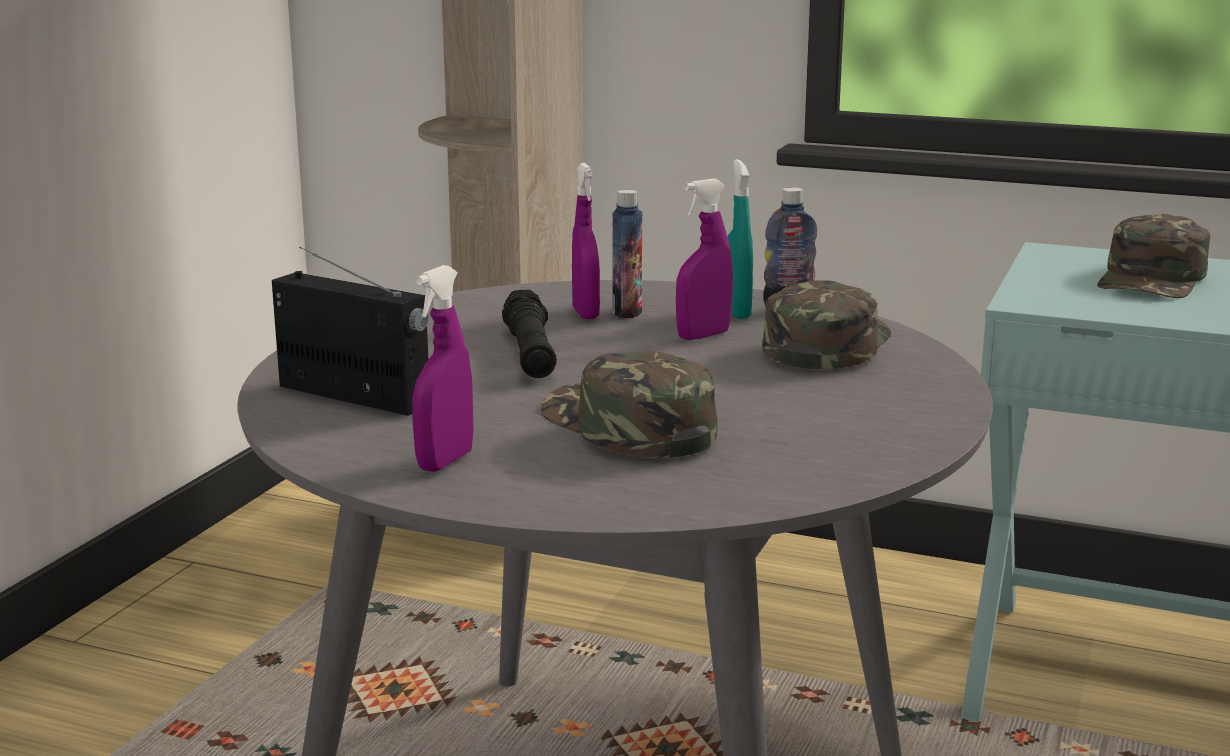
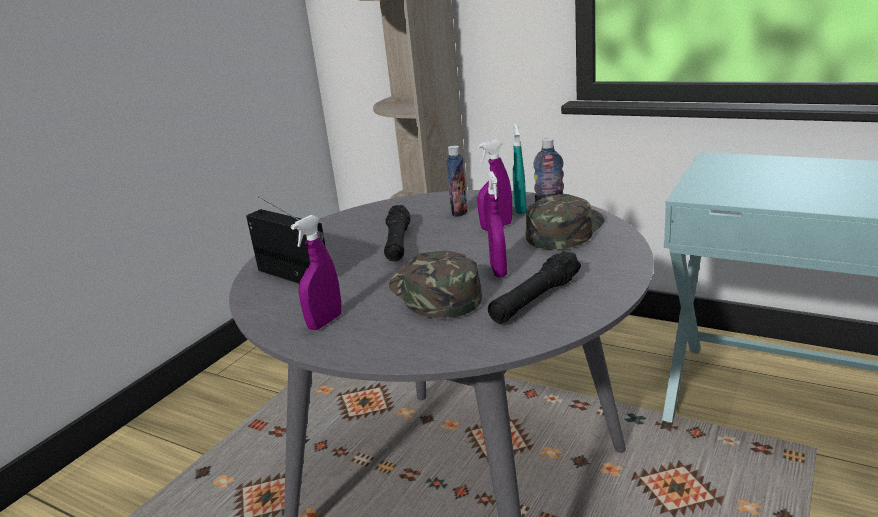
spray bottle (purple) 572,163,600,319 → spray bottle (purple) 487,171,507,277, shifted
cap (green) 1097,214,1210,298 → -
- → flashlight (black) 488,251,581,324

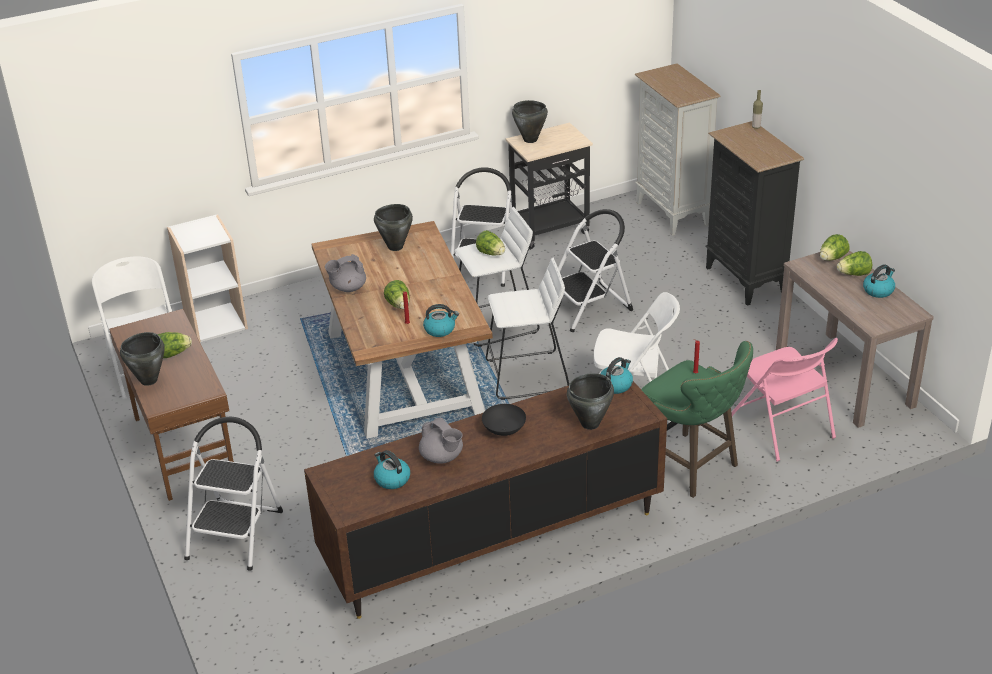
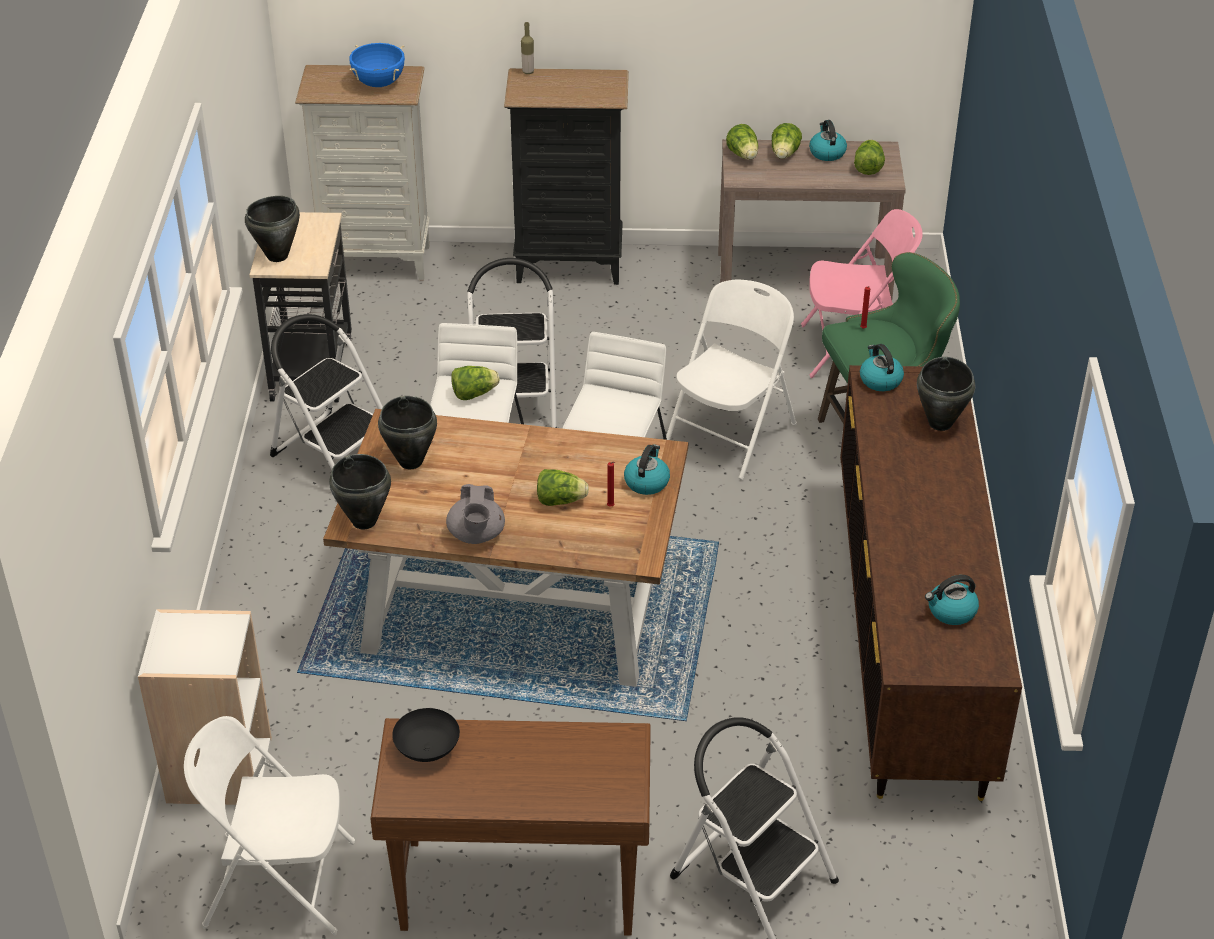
cooking pot (black) 120,332,165,386 → cooking pot (black) 329,454,391,529, shifted
lettuce 157,332,192,358 → lettuce 854,140,885,175, shifted
teapot (grey) 419,418,463,464 → -
bowl (black) 482,404,526,436 → bowl (black) 392,708,460,762, shifted
- → cooking pot (blue) 349,43,405,87

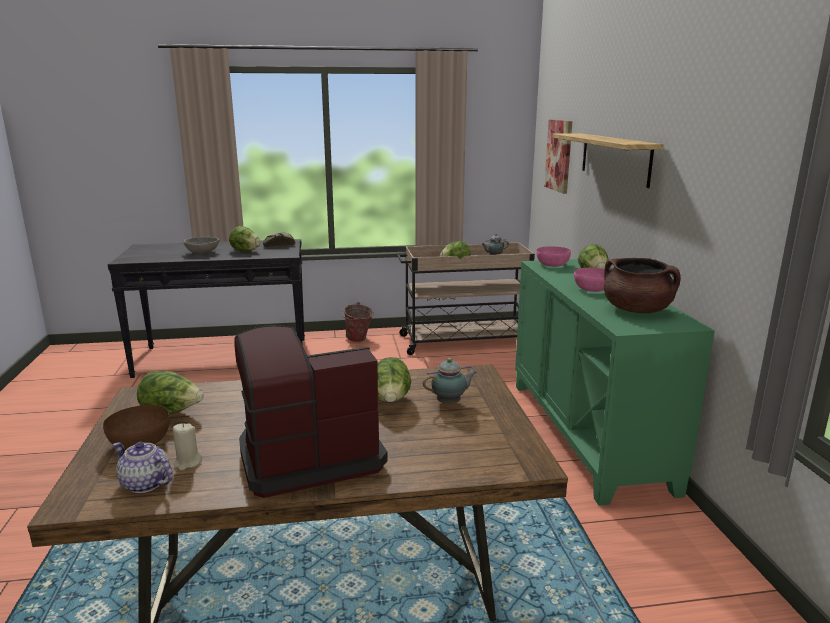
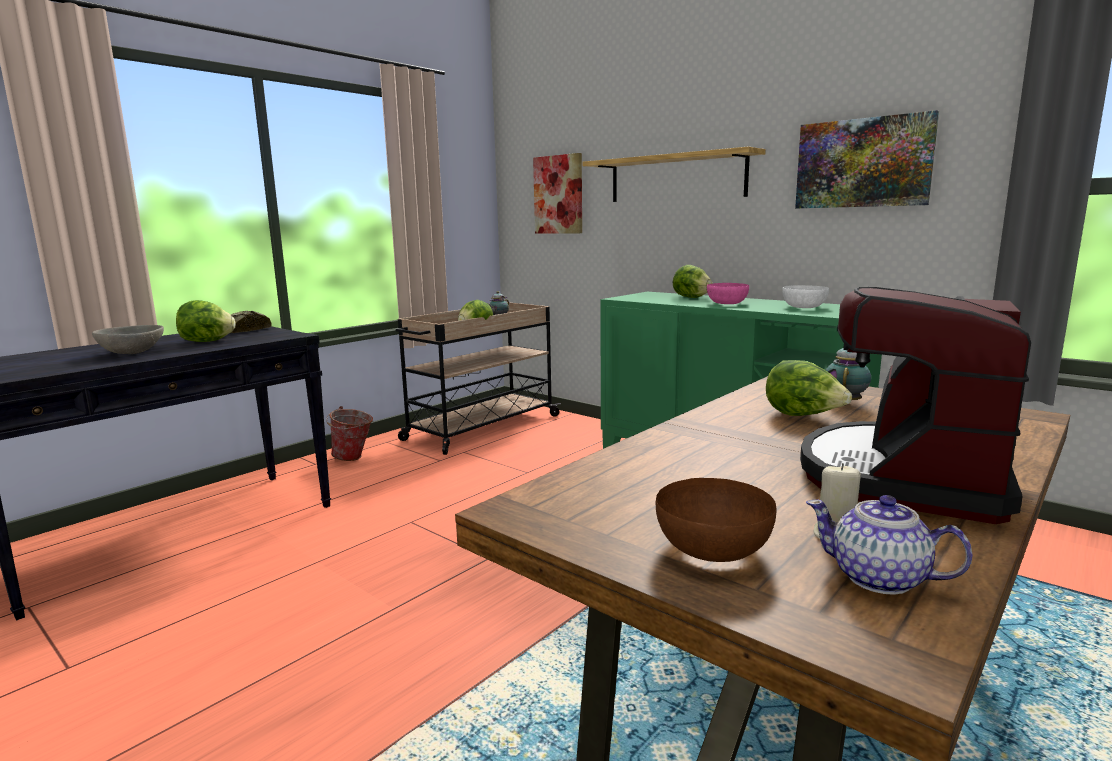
teapot 113,442,173,493 → teapot 806,495,973,595, 45 degrees clockwise
lettuce 137,371,204,414 → -
bowl (pink) 536,246,571,267 → -
cooking pot (brown) 604,258,681,313 → bowl (white) 782,285,829,308
- → picture 795,110,939,208

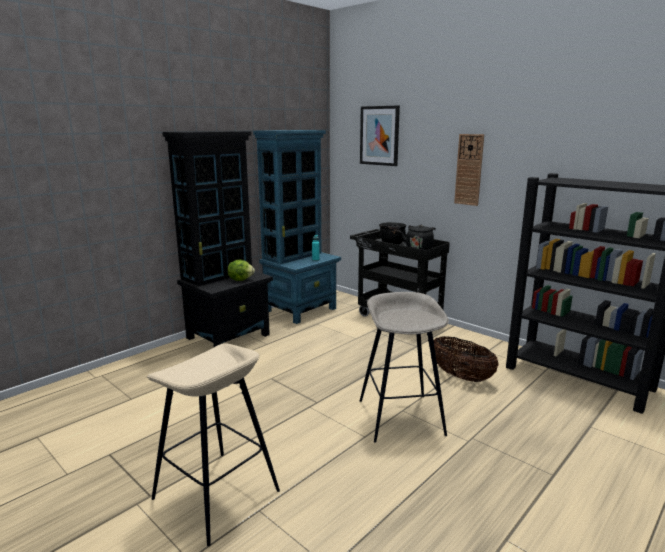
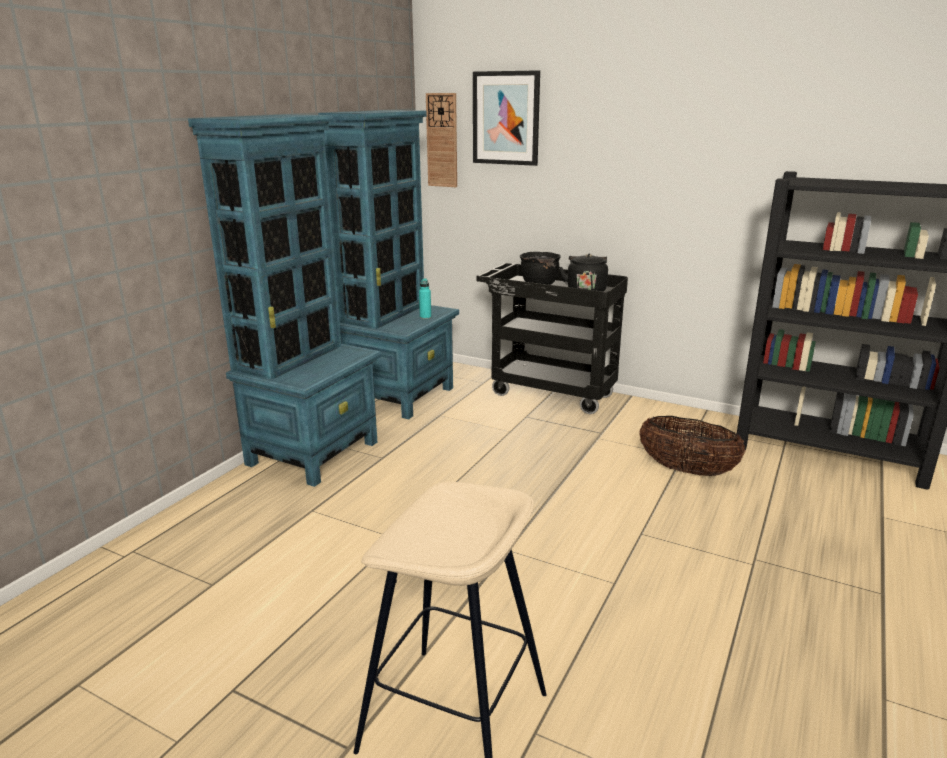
cabinet (black) 162,131,273,347 → cabinet (blue) 188,114,381,487
lettuce 227,260,255,281 → -
stool (grey) 360,292,449,442 → -
wall clock 454,134,484,206 → wall clock 426,93,457,187, shifted

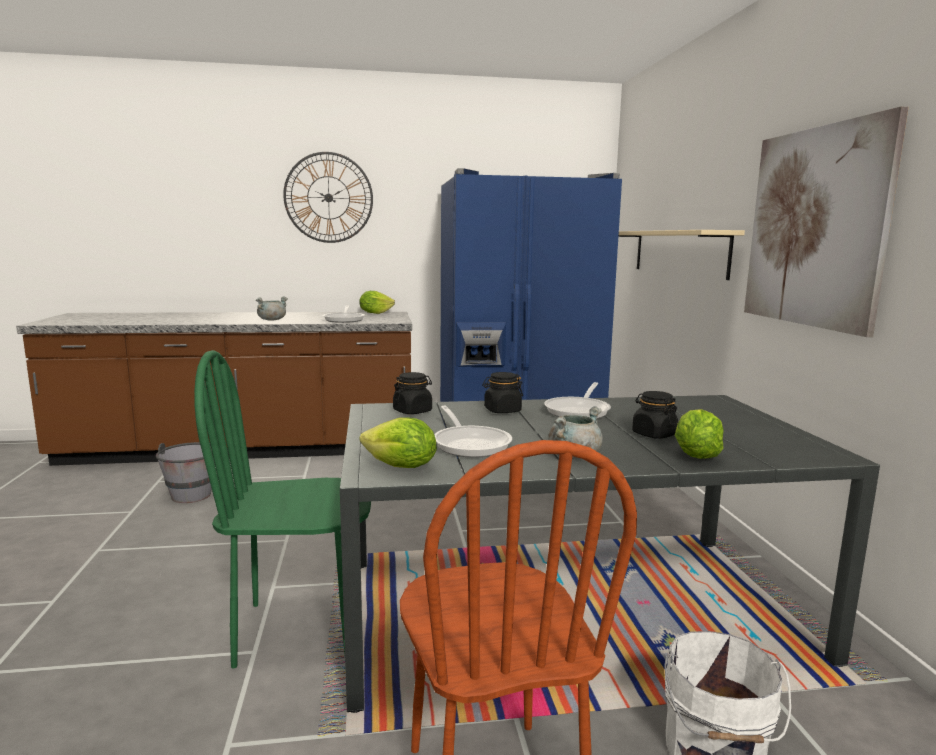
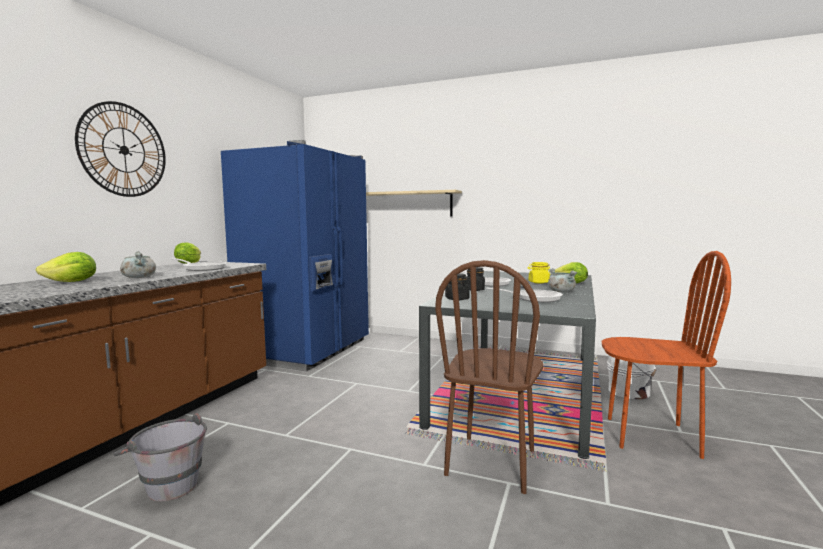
chair (green) 194,350,371,669 → chair (brown) 435,260,544,494
lettuce 360,417,437,468 → lettuce 36,252,96,282, shifted
jar (black) 632,391,678,439 → jar (yellow) 528,262,551,283
picture 744,106,908,337 → -

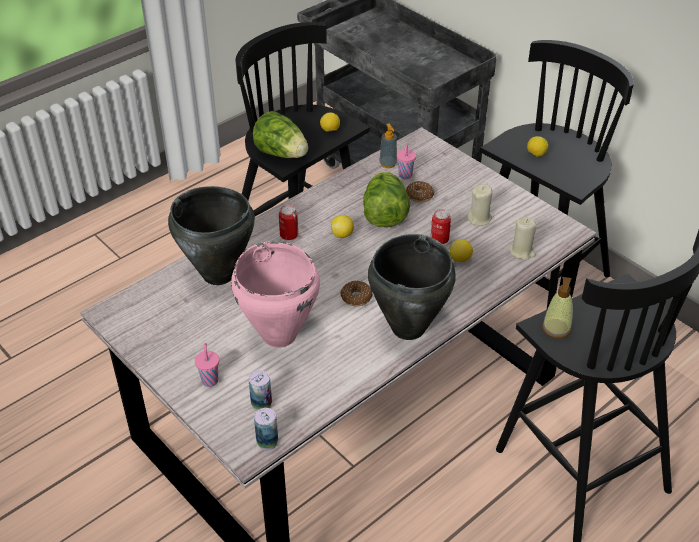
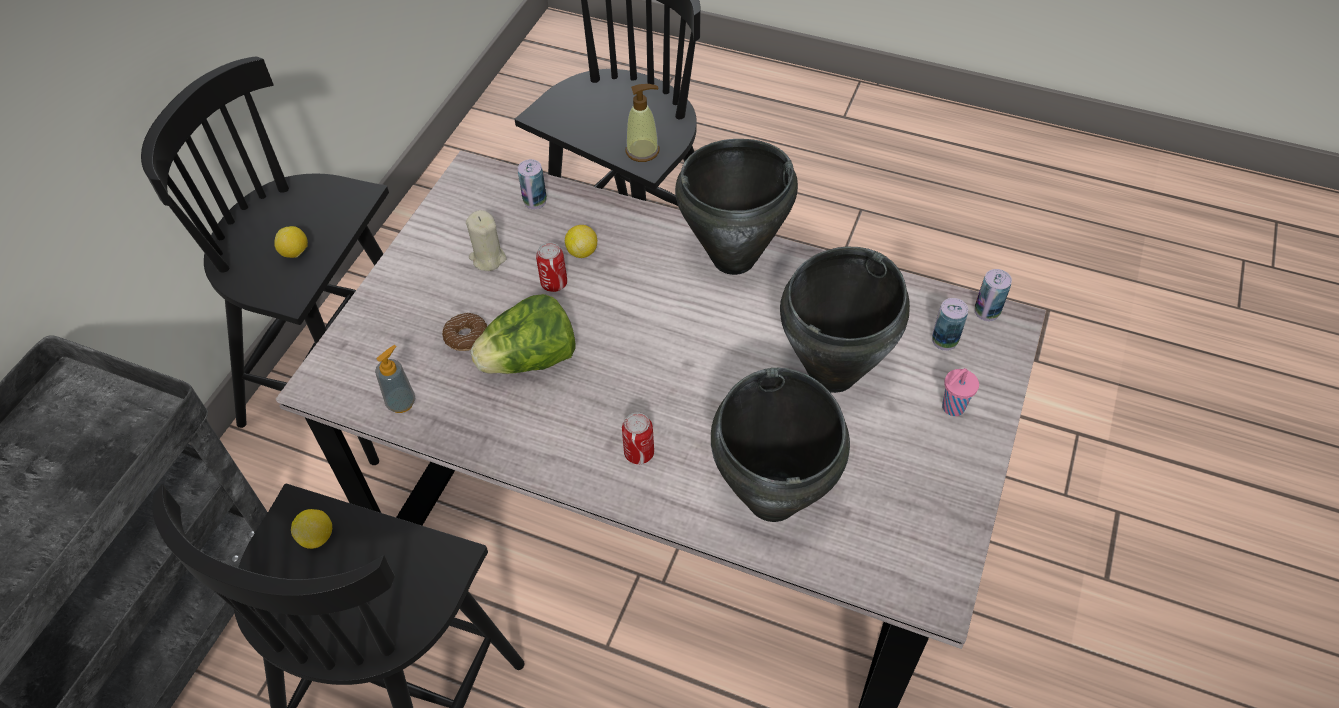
cooking pot (pink) 231,241,320,348 → cooking pot (black) 780,247,910,393
lettuce 253,111,308,158 → -
lemon 331,215,354,238 → -
donut 340,281,373,306 → -
cup (pink) 397,144,416,179 → -
candle (beige) 509,217,537,260 → can 518,159,547,209

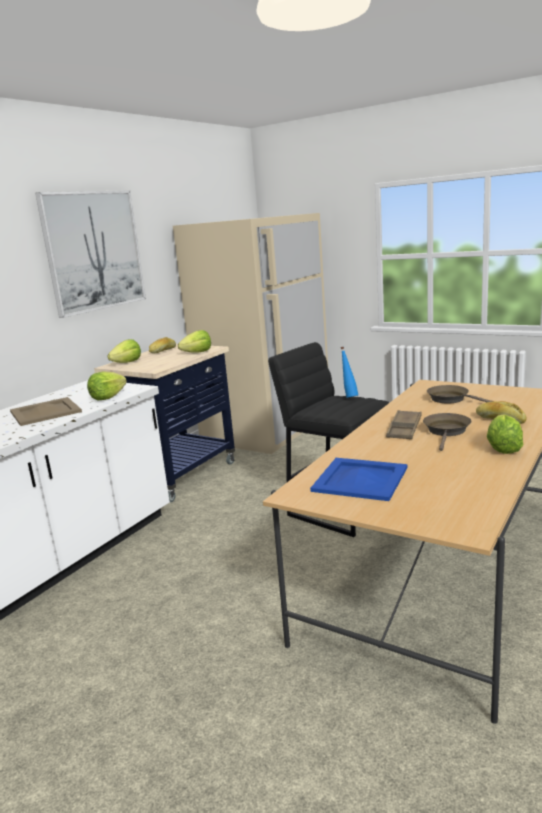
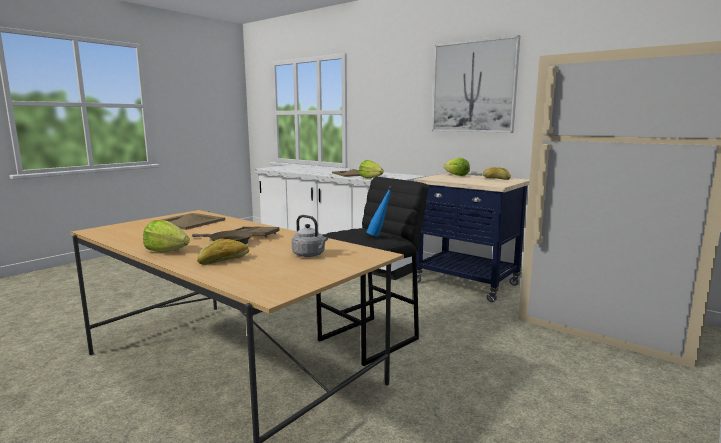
lettuce 178,330,211,352 → -
tray (blue) 310,458,407,501 → tray (beige) 161,213,225,230
frying pan (brown) 427,385,493,403 → kettle (grey) 292,215,328,257

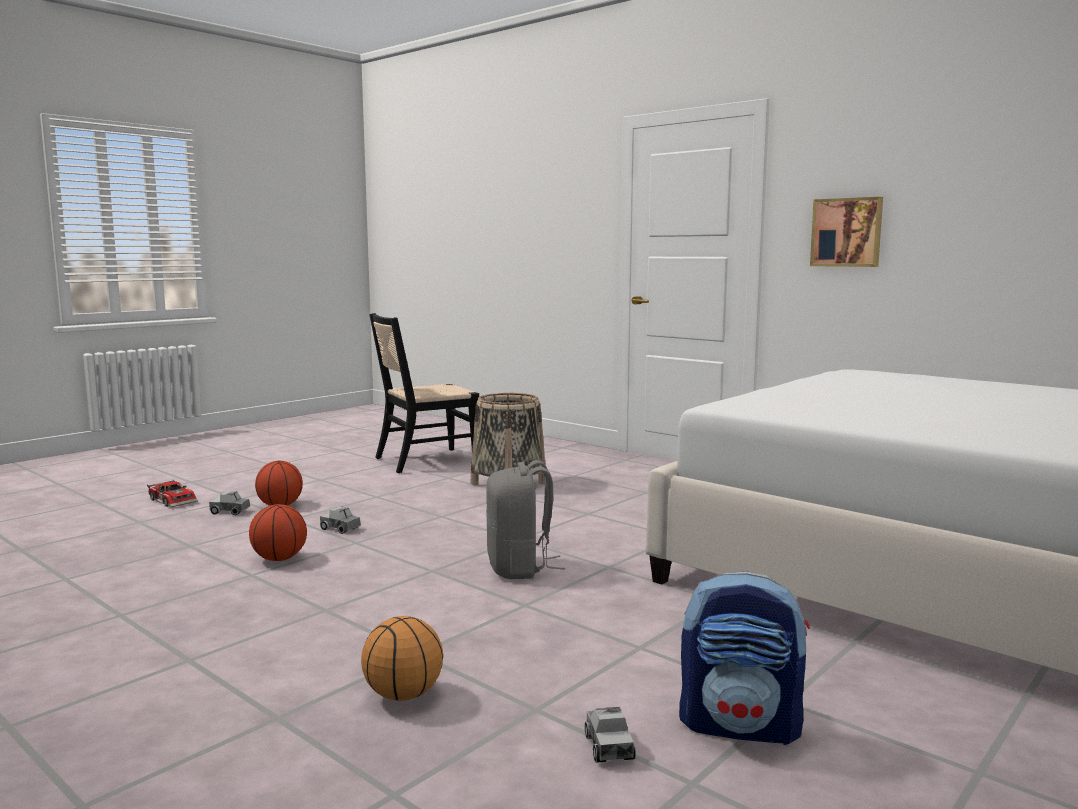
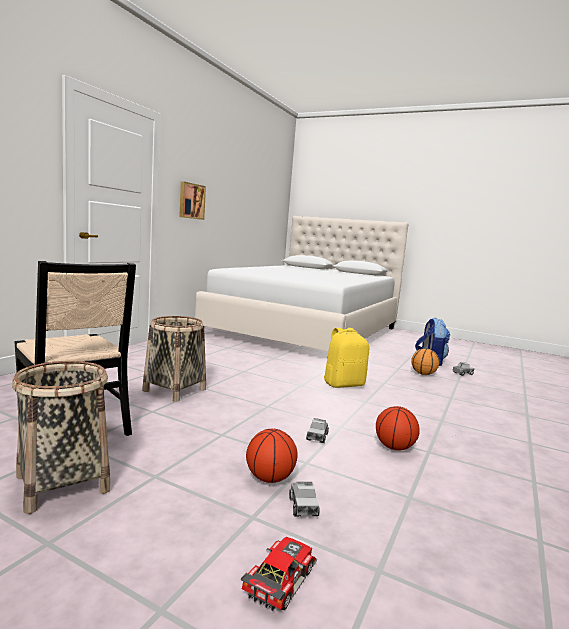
basketball 361,616,443,701 → basketball 411,348,439,375, shifted
backpack (grey) 486,460,565,579 → backpack (yellow) 324,328,369,388
- → basket 12,361,110,514

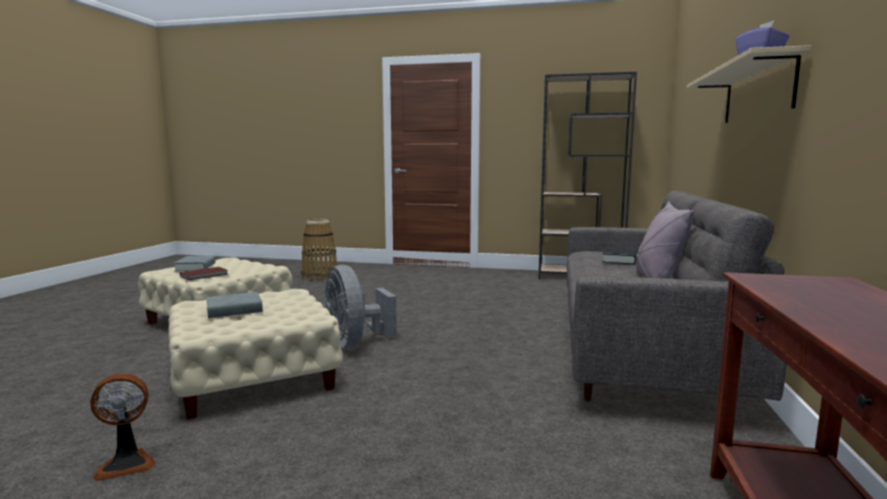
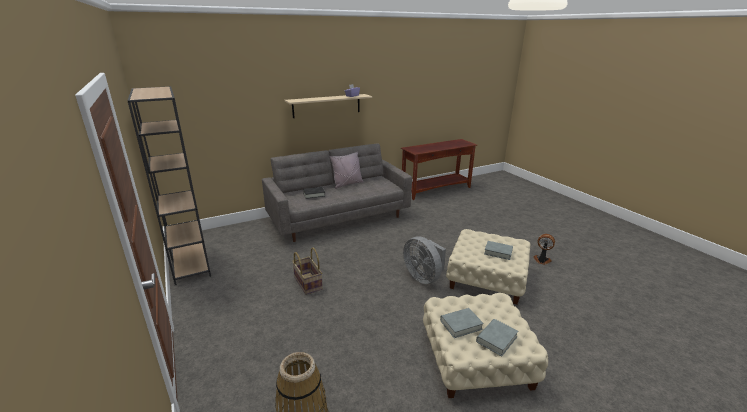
book (brown) 179,267,229,281 → -
fan (grey) 324,265,397,348 → fan (grey) 403,236,446,284, 120 degrees clockwise
- → basket 292,247,323,295
- → book (grey) 440,308,484,338

